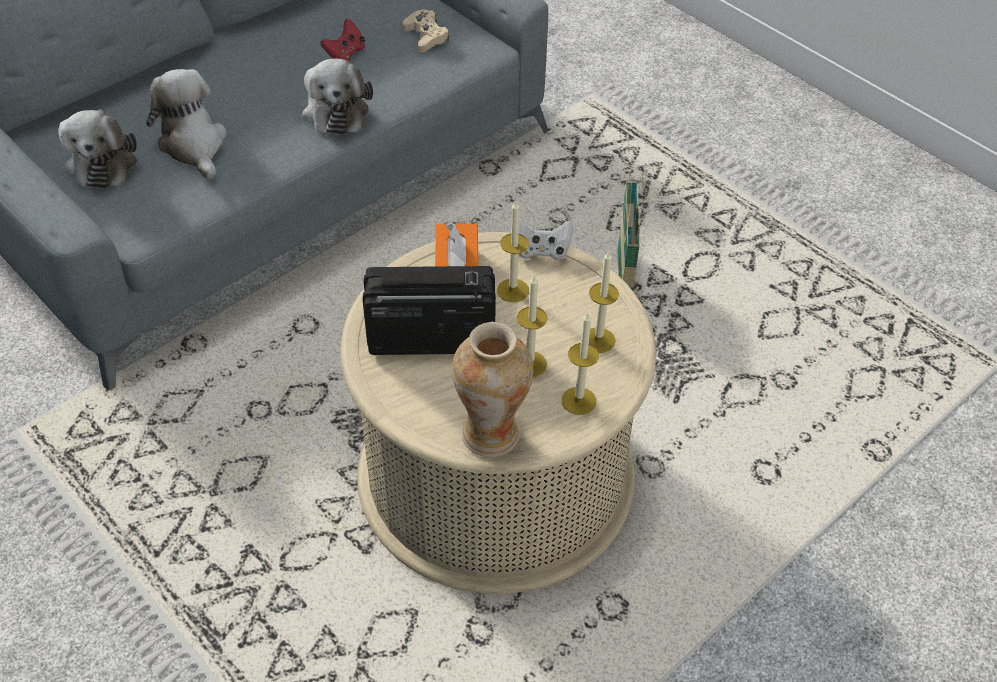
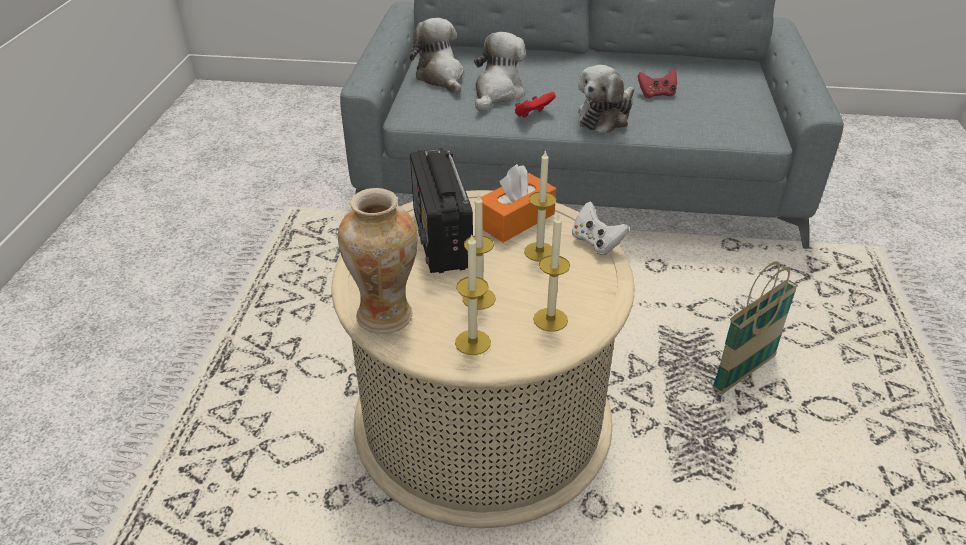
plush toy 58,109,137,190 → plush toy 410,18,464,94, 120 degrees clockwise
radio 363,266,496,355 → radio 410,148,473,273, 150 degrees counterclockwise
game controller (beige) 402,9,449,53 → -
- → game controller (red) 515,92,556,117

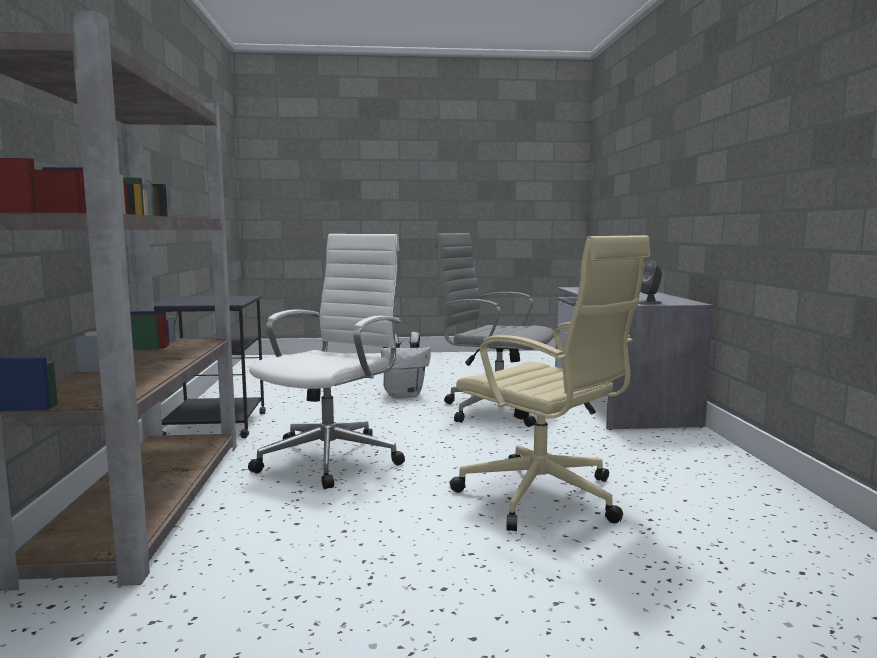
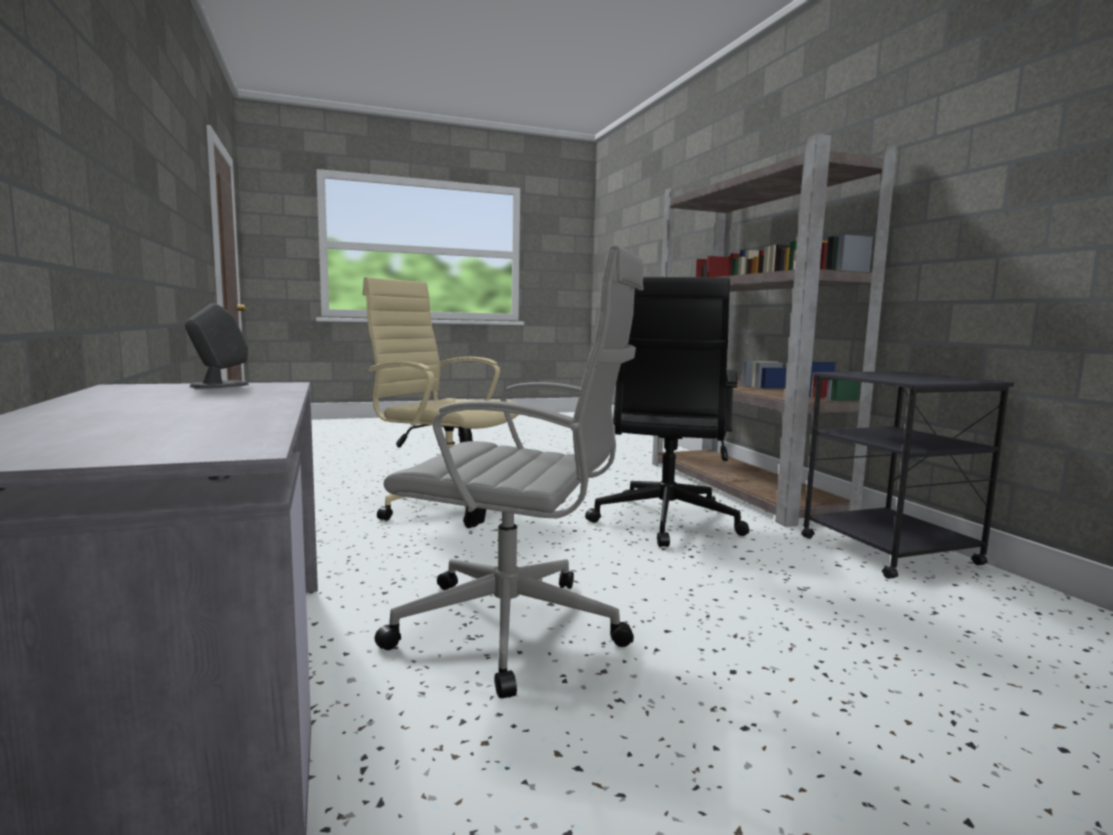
office chair (white) 248,234,405,489 → office chair (black) 585,277,750,547
backpack (white) 381,332,431,398 → -

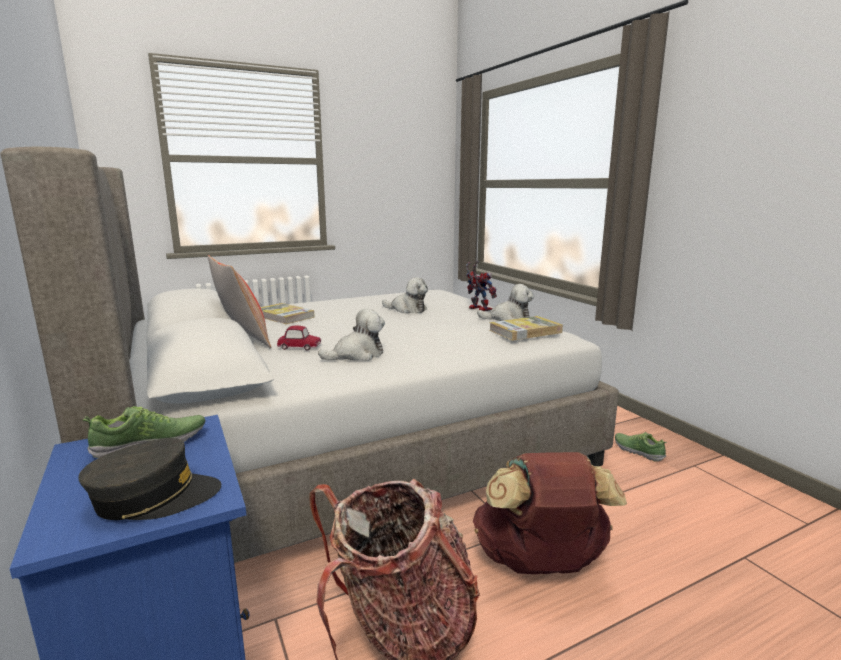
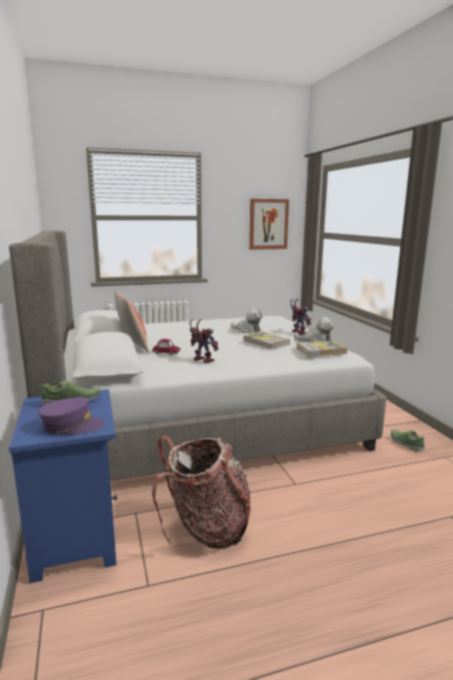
cap (grey) 78,438,221,520 → cap (purple) 38,397,105,435
book 261,303,314,324 → book 243,331,290,349, shifted
plush toy 318,309,385,361 → toy robot 189,319,219,363
backpack (brown) 473,452,627,574 → -
- → picture 249,199,289,250

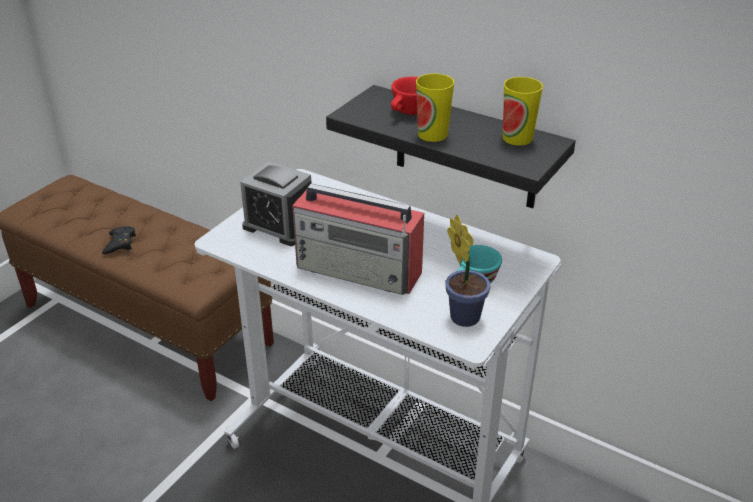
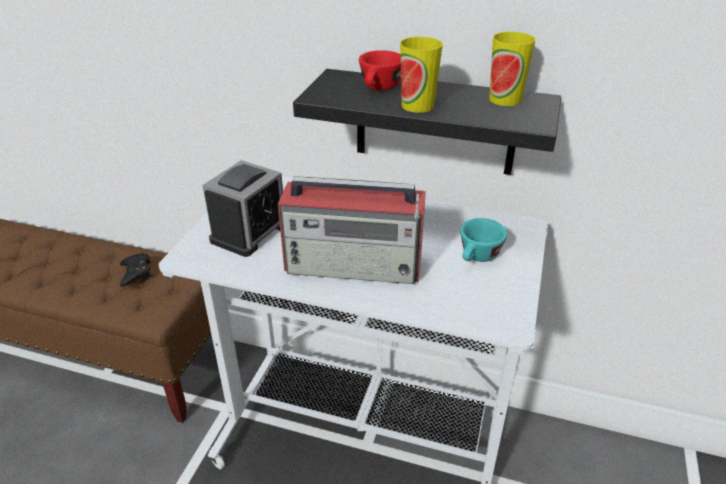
game controller (black) 102,226,136,254 → game controller (black) 120,253,151,287, shifted
alarm clock 240,161,312,246 → alarm clock 202,160,283,257, 75 degrees counterclockwise
potted plant 446,215,490,327 → -

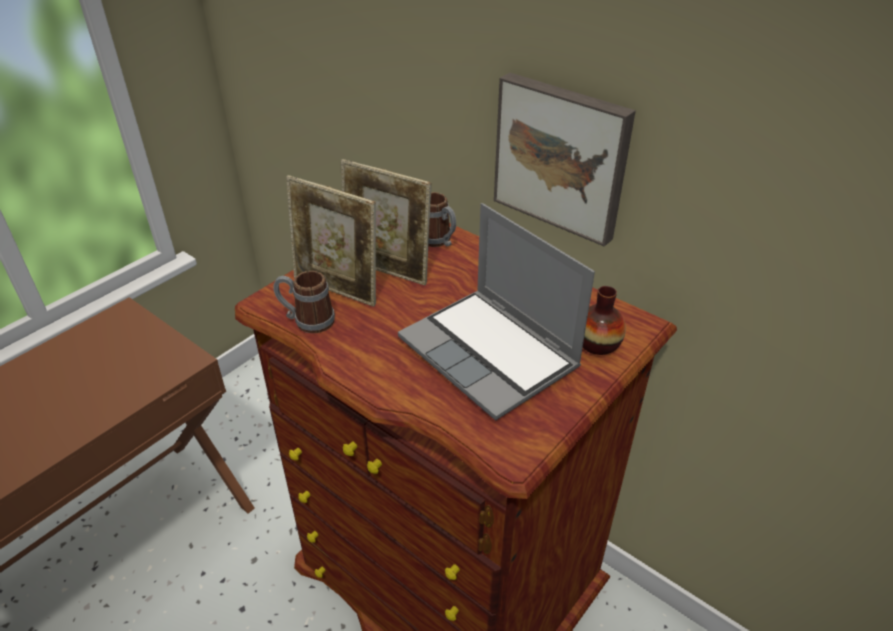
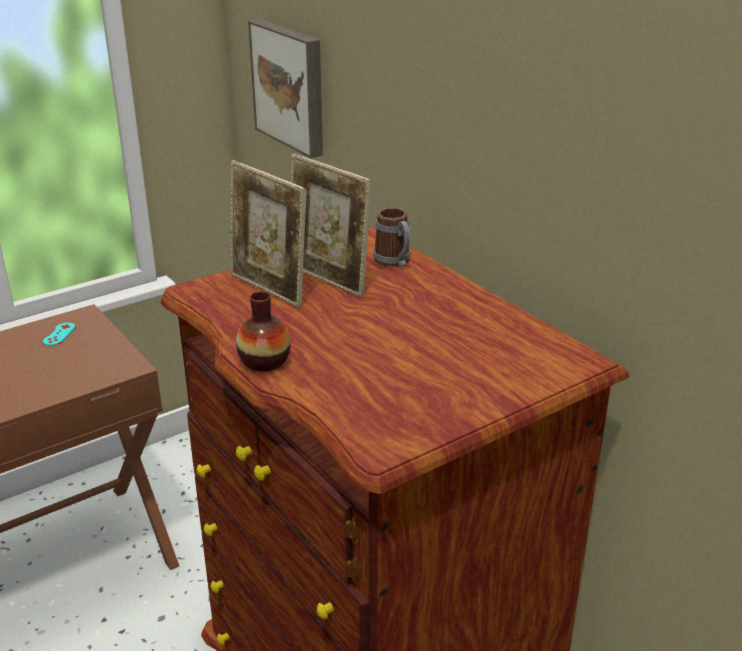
mug 273,271,335,333 → -
laptop 398,203,595,421 → -
picture 494,73,636,246 → picture 248,19,323,158, shifted
vase 583,286,626,355 → vase 236,291,291,372, shifted
- → game controller (turquoise) 43,322,75,346

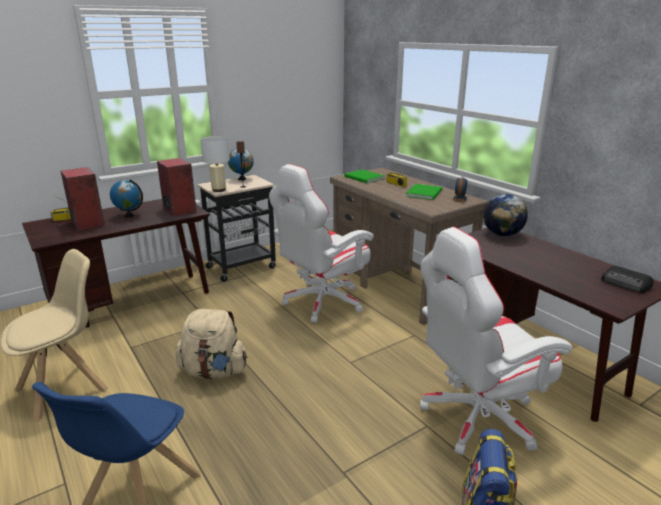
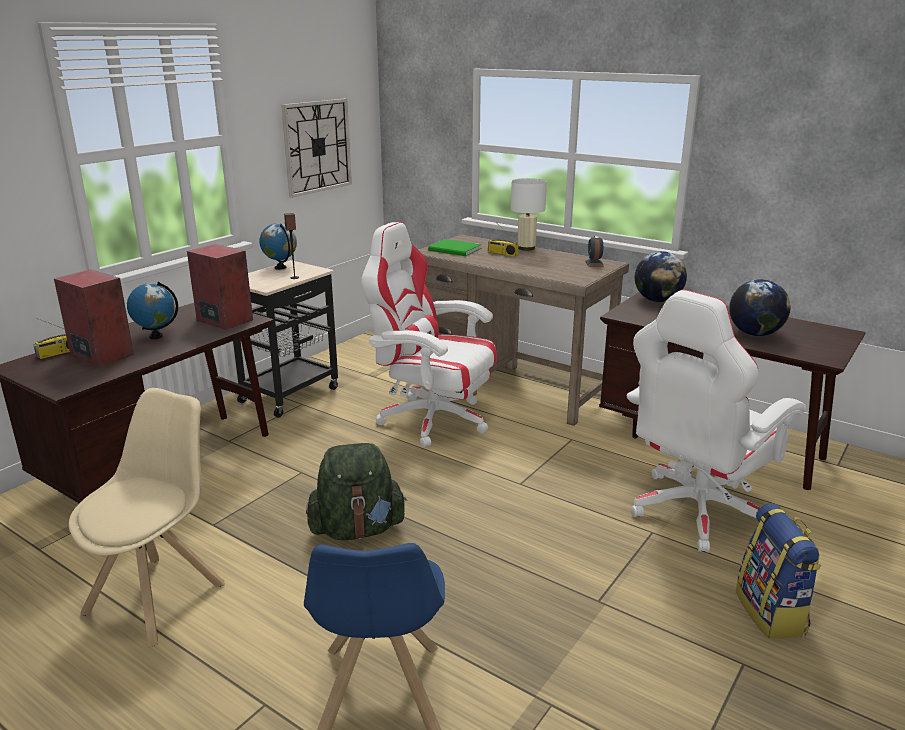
backpack (beige) 176,309,247,379 → backpack (green) 306,443,407,540
table lamp (white) 201,136,230,192 → table lamp (white) 511,178,547,251, shifted
office chair (white) 269,164,374,323 → office chair (white) 361,222,497,447, 90 degrees clockwise
book (green) 406,184,442,200 → -
radio 601,266,654,293 → -
- → wall clock 281,99,352,198
- → globe 729,279,790,336

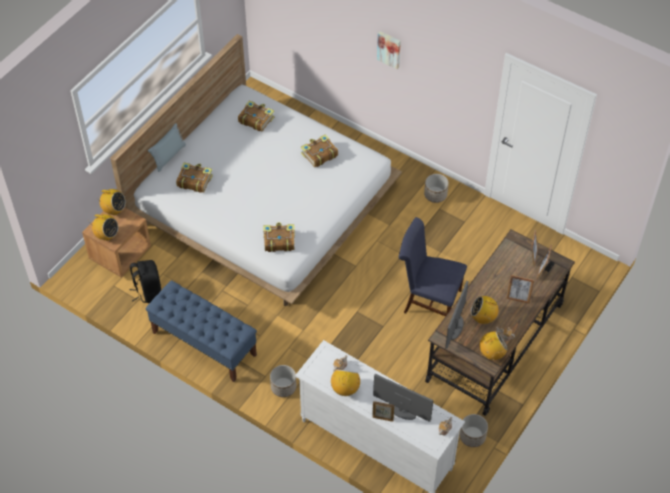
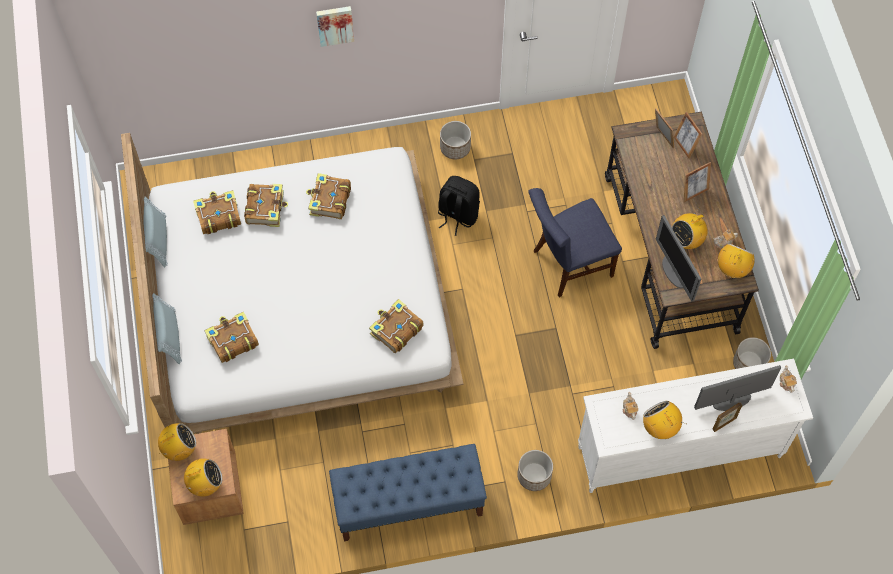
backpack (black) 129,260,161,303 → backpack (black) 438,176,480,236, shifted
- → pillow (blue) 144,197,168,267
- → book 244,184,288,227

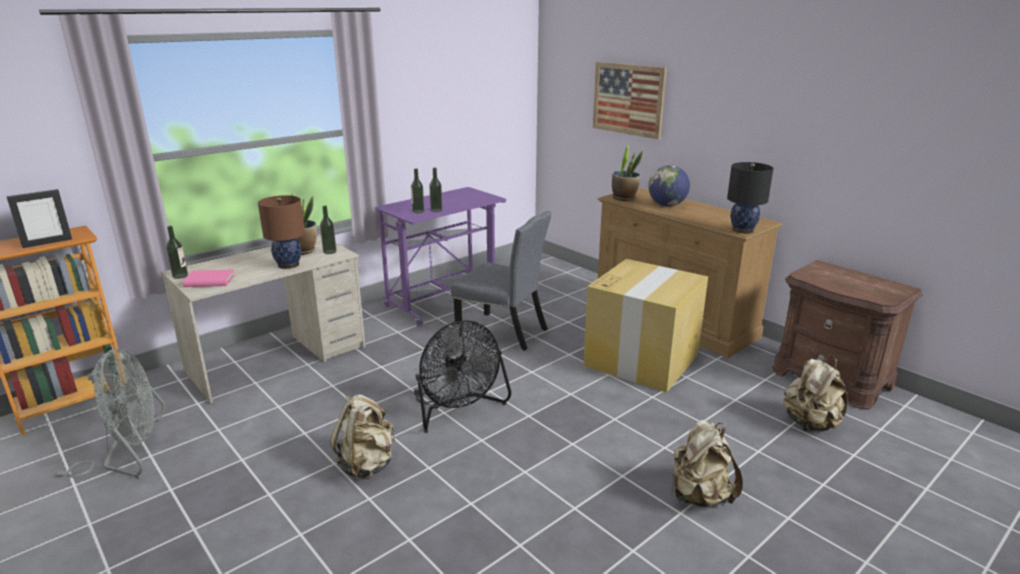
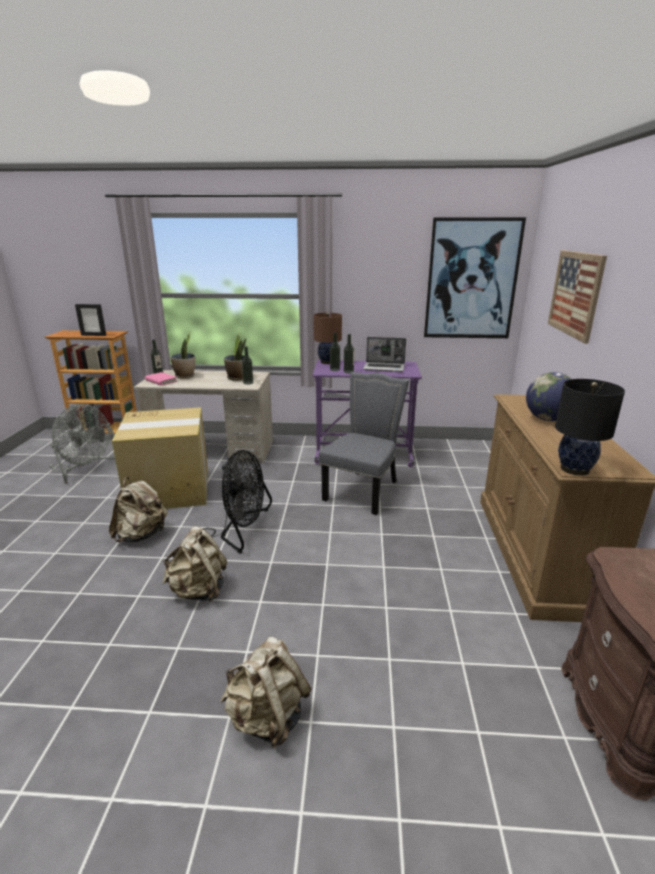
table lamp (brown) 258,195,305,269 → table lamp (brown) 313,313,342,364, shifted
fan (black) 414,320,511,433 → fan (black) 203,450,272,554, 90 degrees counterclockwise
chair (grey) 451,211,551,351 → chair (grey) 319,372,409,515, 135 degrees counterclockwise
cardboard box 584,259,708,393 → cardboard box 112,407,208,509, shifted
potted plant 612,144,643,201 → potted plant 170,332,195,379, shifted
backpack (beige) 783,357,847,432 → backpack (beige) 163,526,227,602, shifted
- → laptop 363,337,406,372
- → picture 424,217,526,338

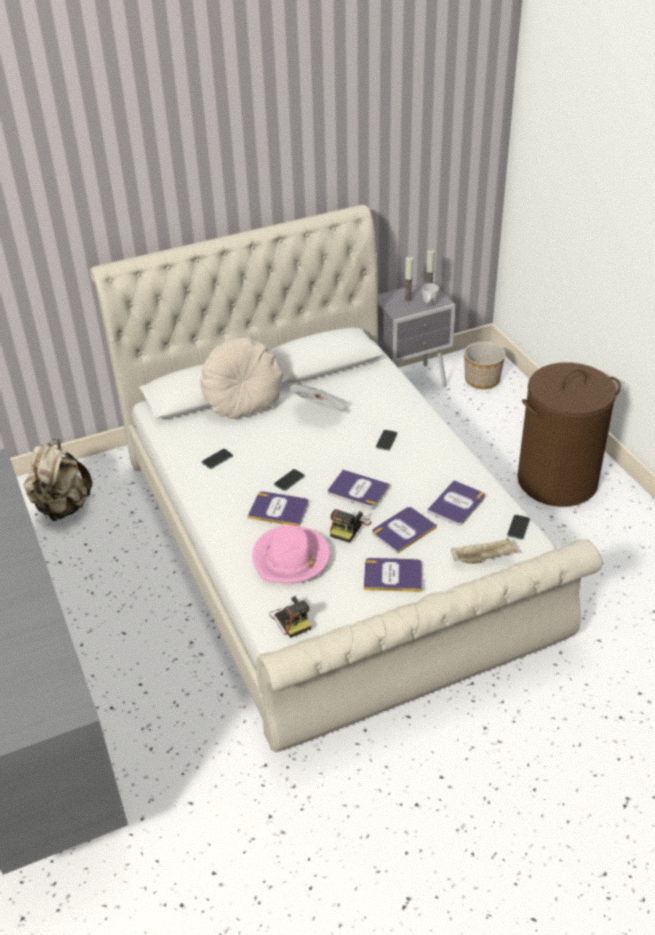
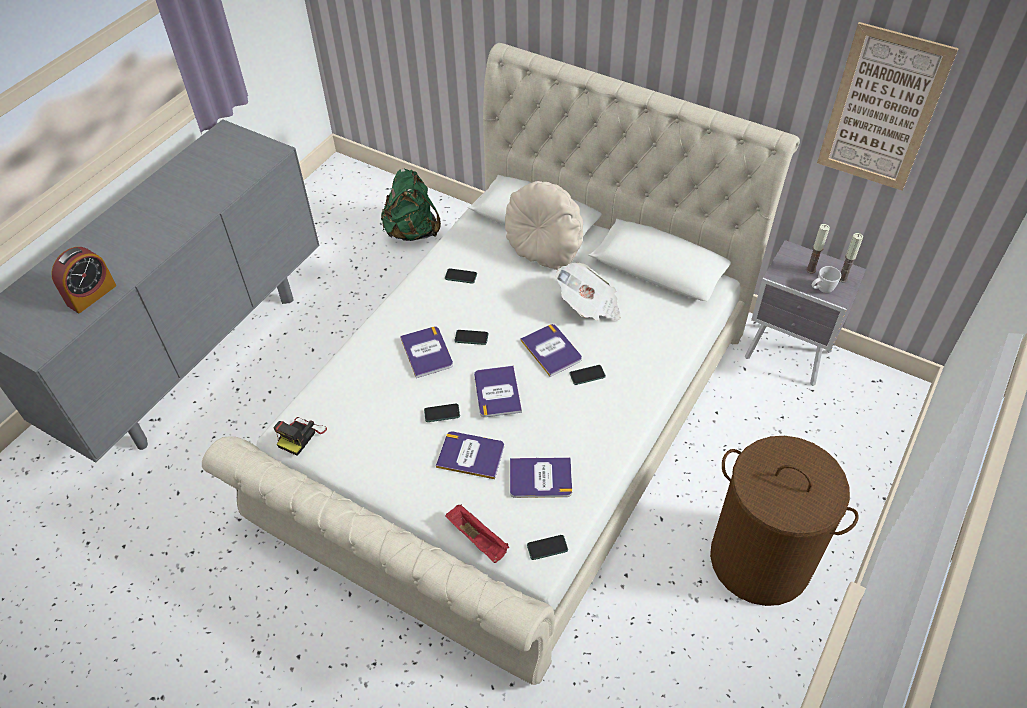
backpack (beige) 23,439,92,521 → backpack (green) 381,168,441,241
hat (pink) 252,526,331,584 → -
photo camera 330,509,372,543 → phone 424,404,460,422
book 364,558,422,592 → book 521,324,582,377, shifted
tray (beige) 451,538,518,564 → tray (red) 446,504,509,563
planter 464,342,505,389 → -
- → alarm clock 51,247,116,313
- → picture 817,22,959,191

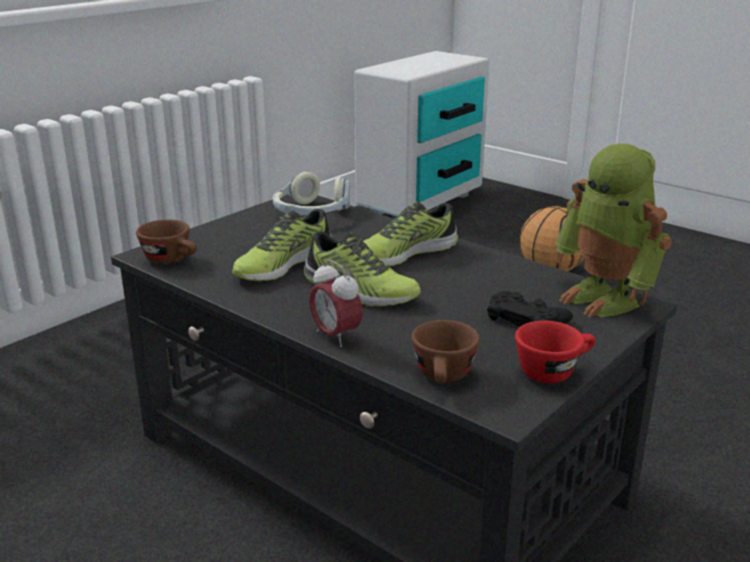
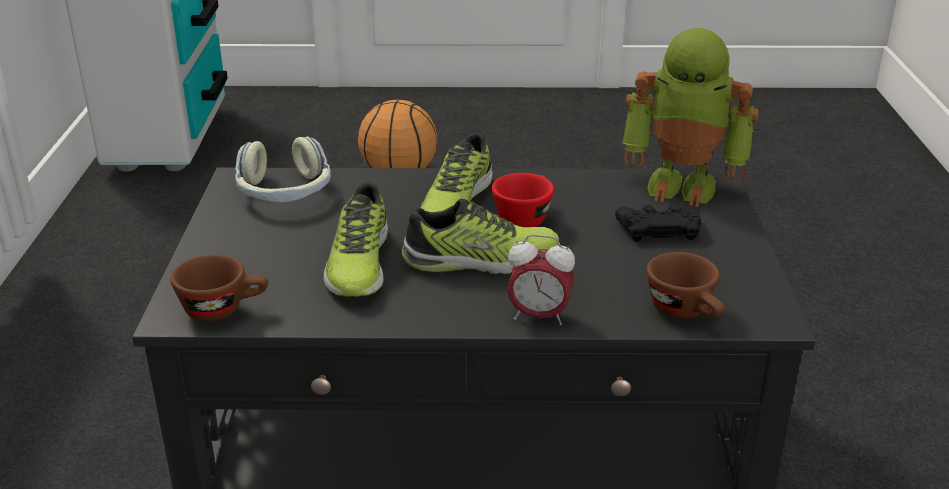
cup (red) 515,321,596,383 → cup (red) 492,173,554,227, shifted

